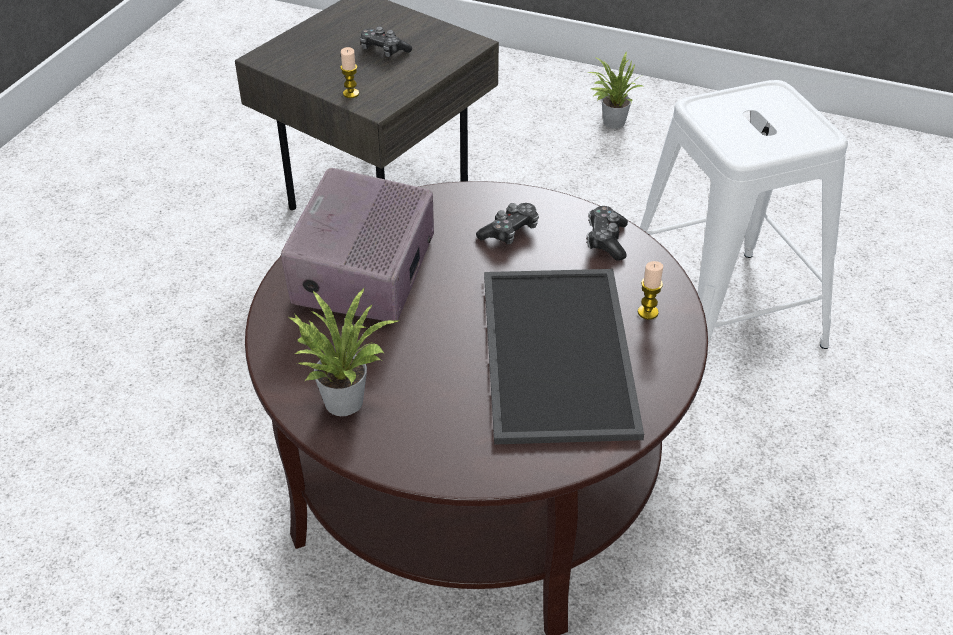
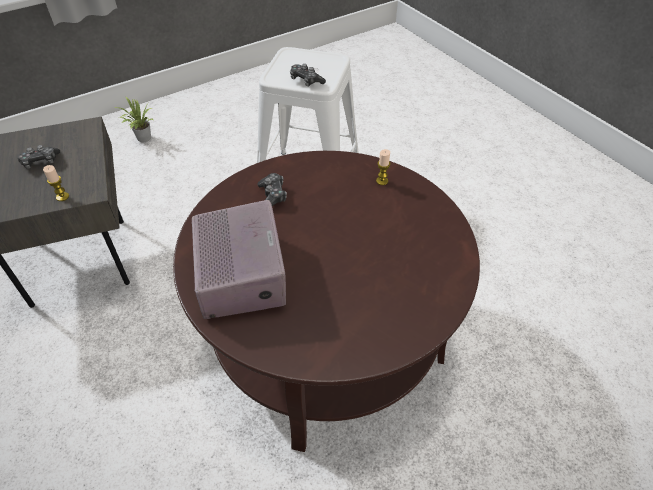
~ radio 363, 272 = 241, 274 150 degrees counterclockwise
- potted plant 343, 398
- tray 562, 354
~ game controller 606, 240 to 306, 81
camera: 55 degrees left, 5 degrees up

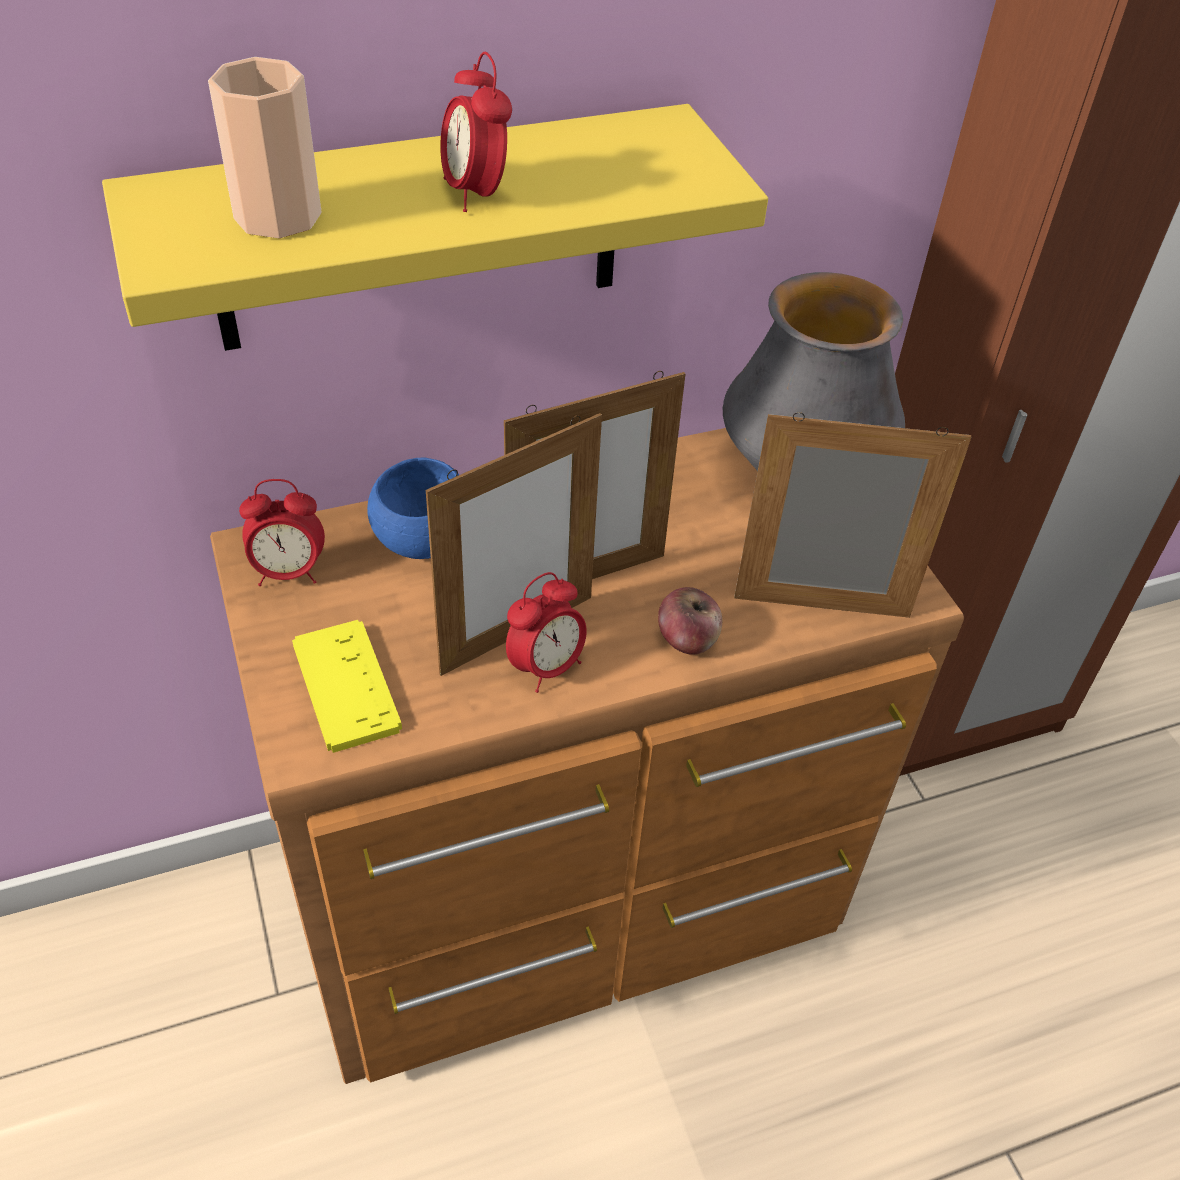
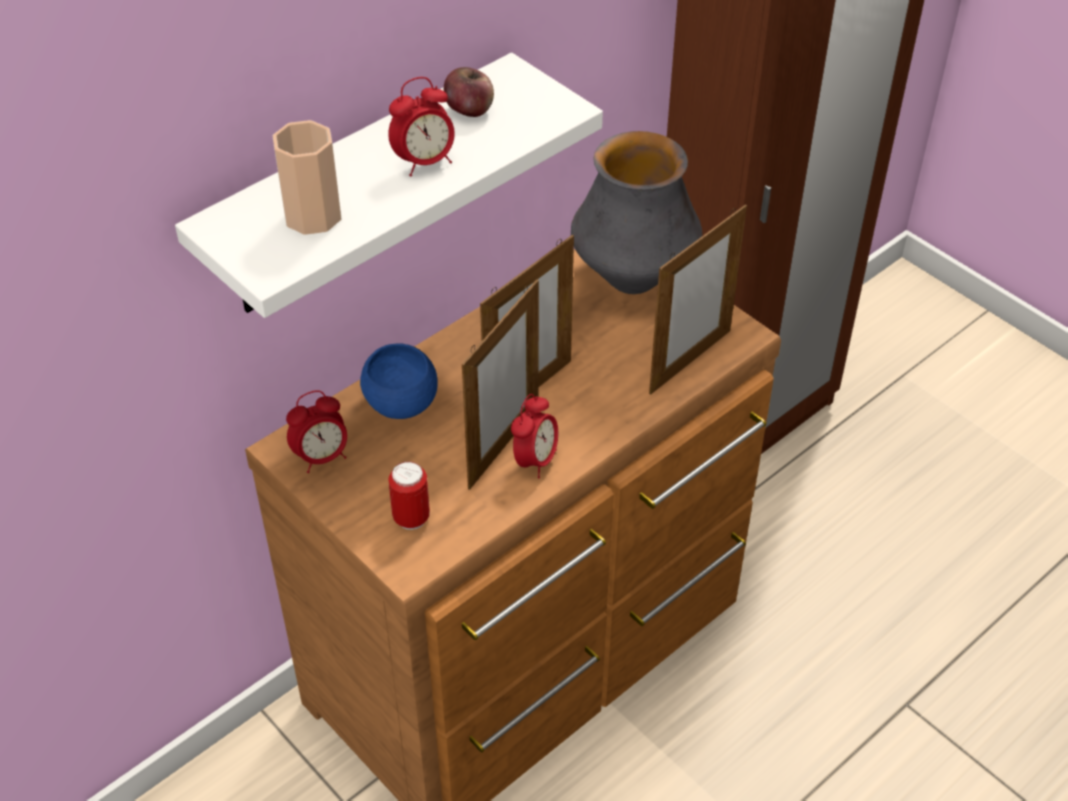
~ shelf/yellow 419, 230 to shelf/white 359, 189
~ game controller/yellow 346, 687 to can 411, 518
~ alarm clock 475, 194 = 424, 162 75 degrees counterclockwise
~ apple 687, 639 to 469, 110
~ picture frame 821, 607 = 690, 361 150 degrees clockwise
camera: 20 degrees left, 0 degrees up

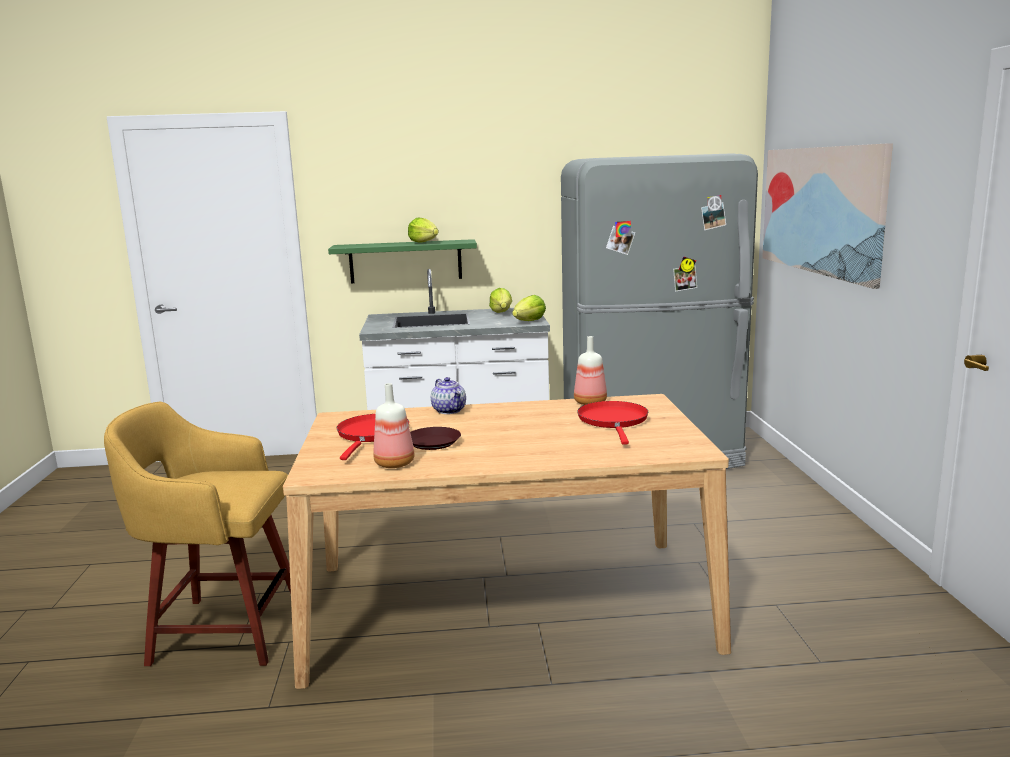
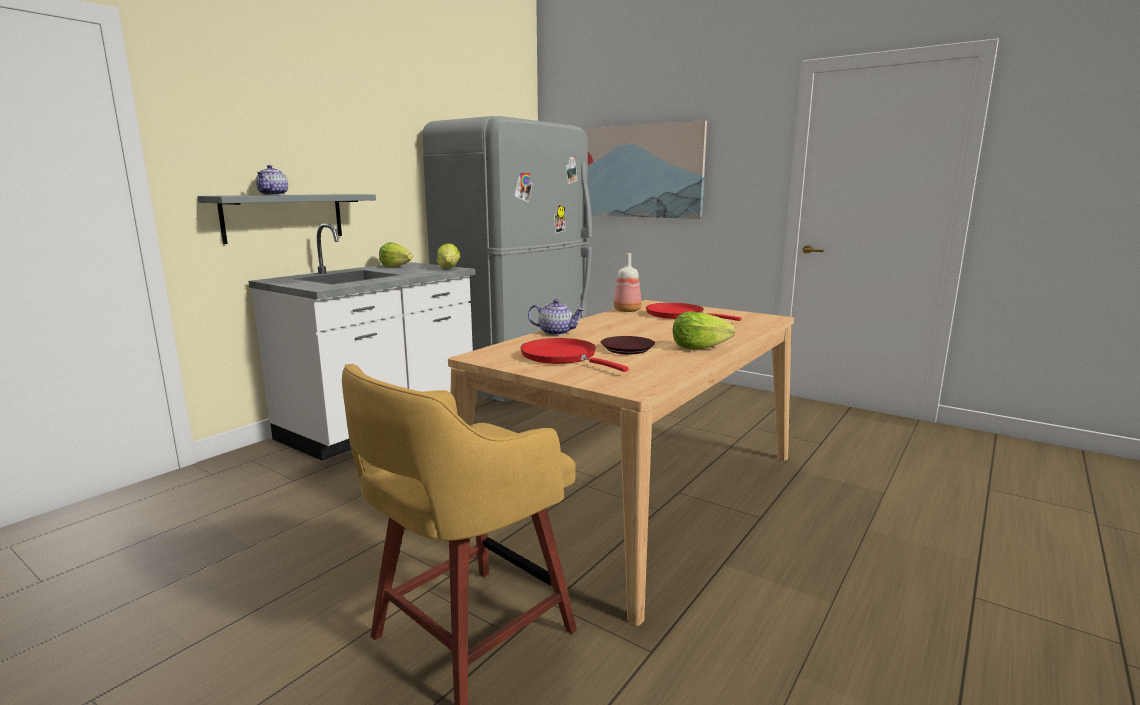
~ shelf/green 405, 261 to shelf/grey 284, 217
- bottle 395, 463
~ lettuce 424, 242 to 698, 348
+ teapot 273, 194
camera: 50 degrees left, 0 degrees up

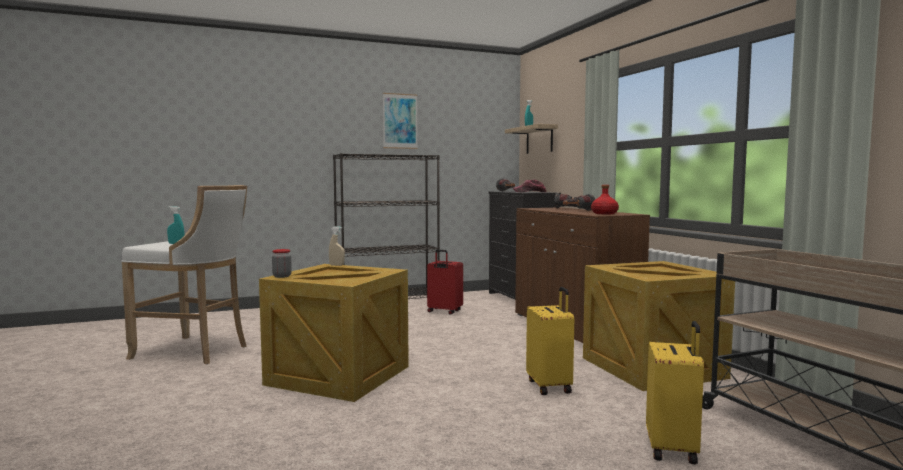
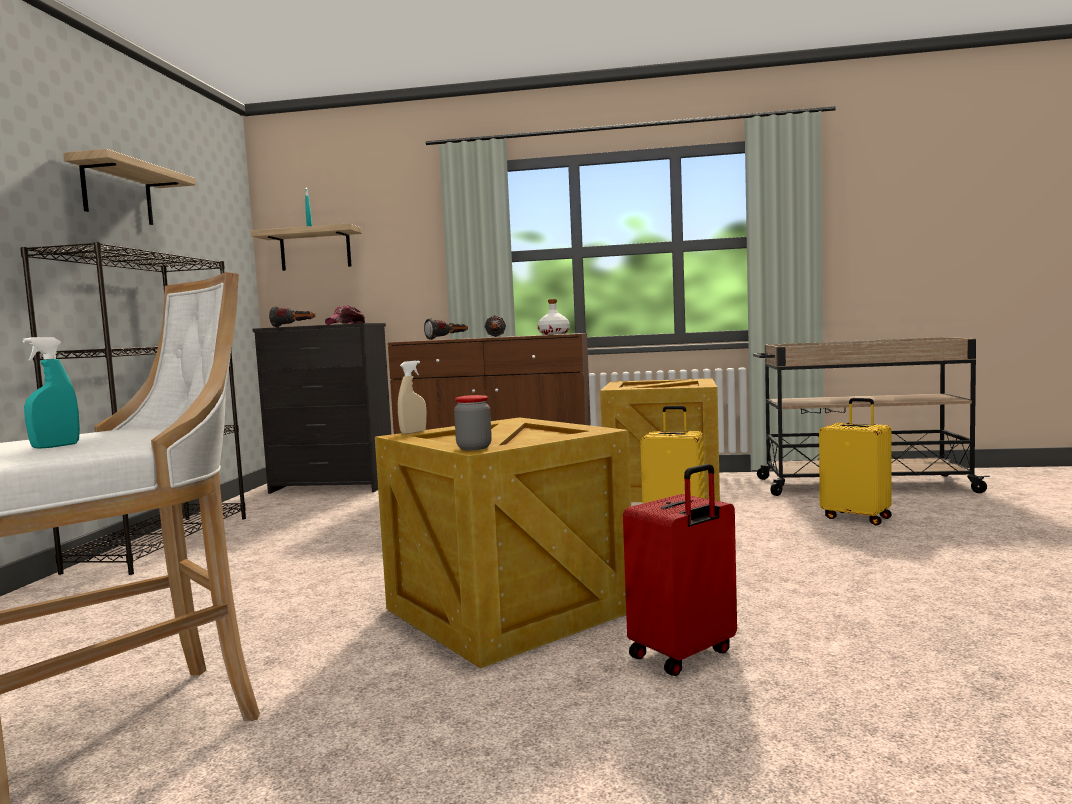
~ picture 400, 121 to shelf 117, 193
~ suitcase/red 444, 312 to 684, 654
~ bottle/red 604, 213 to bottle/white 553, 334
camera: 60 degrees left, 0 degrees up

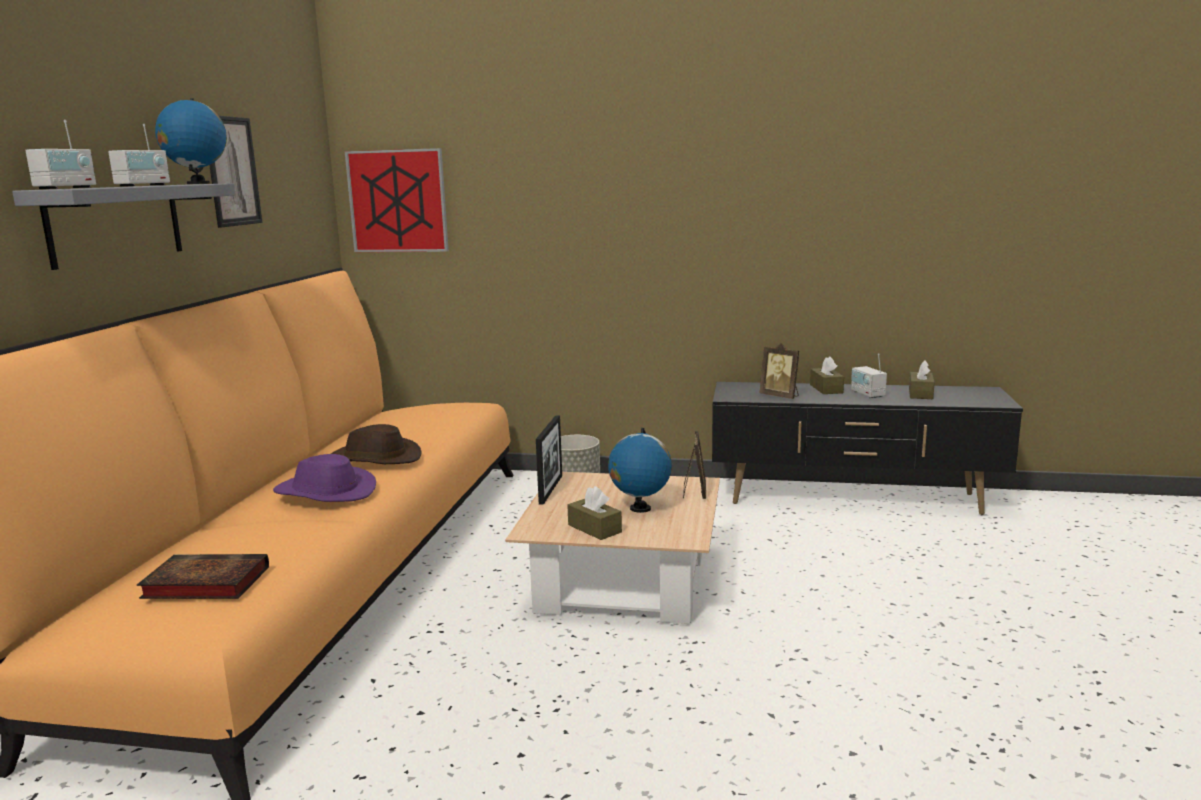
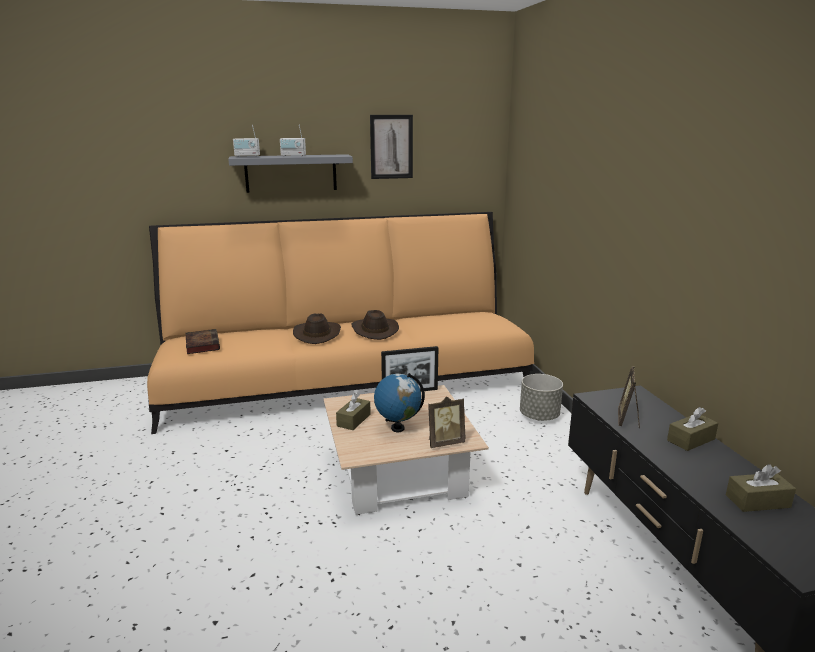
- globe 198, 183
~ hat/purple 325, 492 to hat/brown 317, 334
- picture 398, 201
- radio 867, 394
camera: 65 degrees right, 5 degrees up

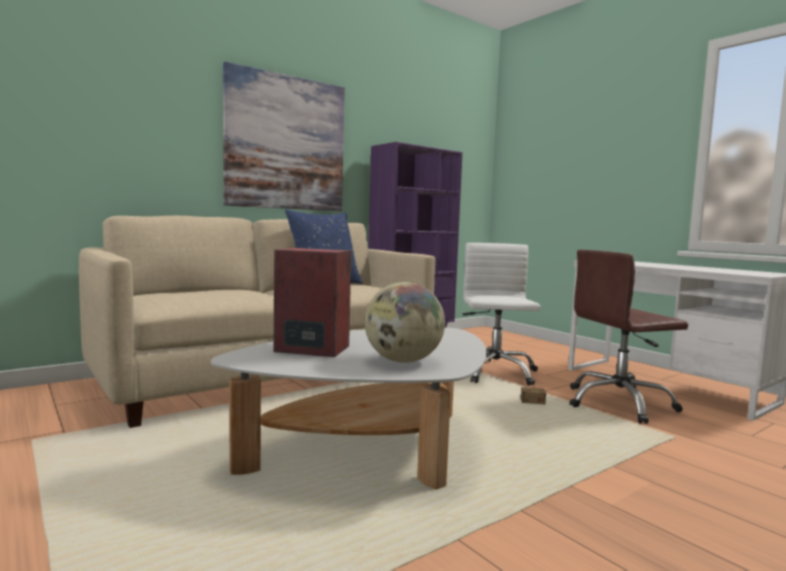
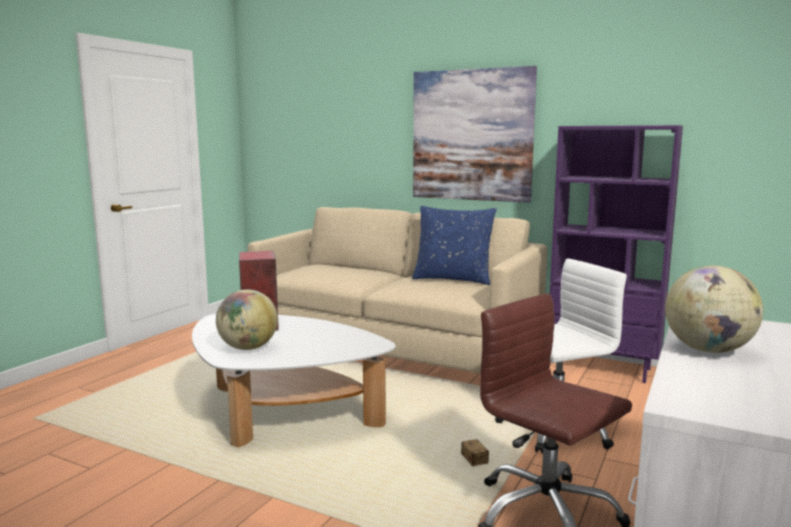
+ globe 708, 350
camera: 65 degrees right, 5 degrees up

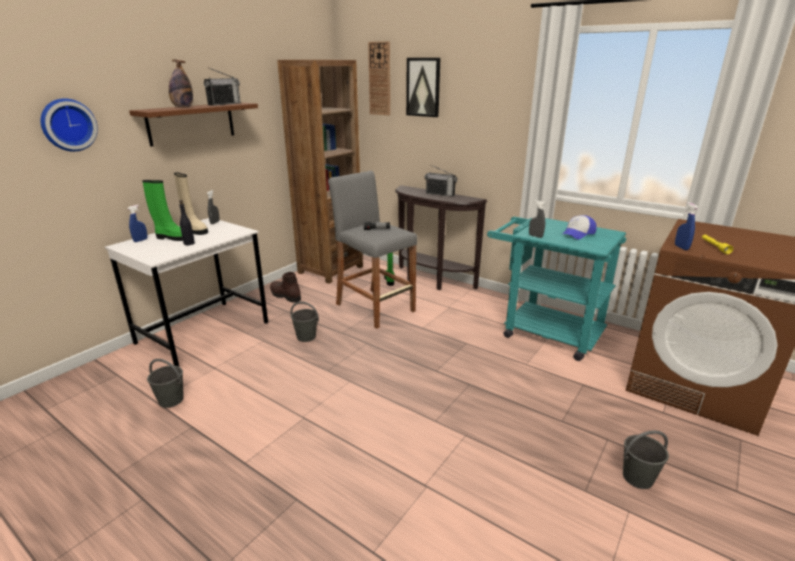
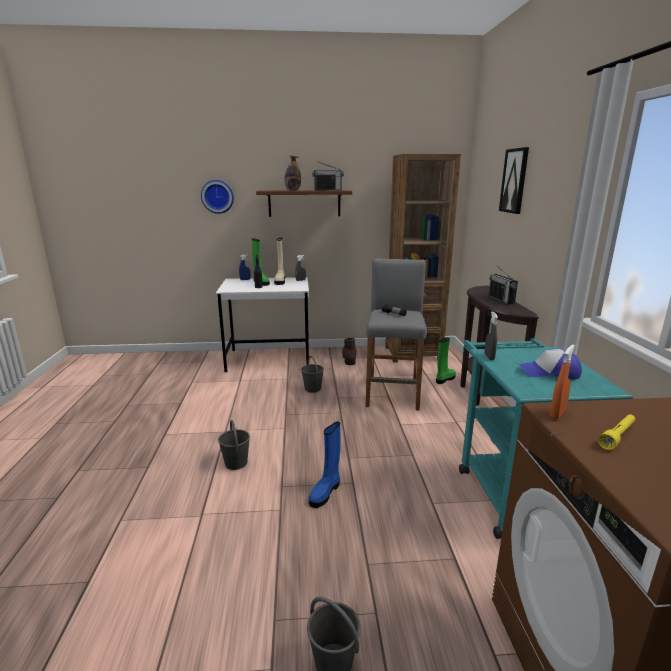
~ bucket/grey 171, 400 to 236, 463
- wall clock 380, 79
~ spray bottle/blue 681, 247 to spray bottle/orange 557, 414
+ boot/blue 325, 492
camera: 50 degrees right, 5 degrees down

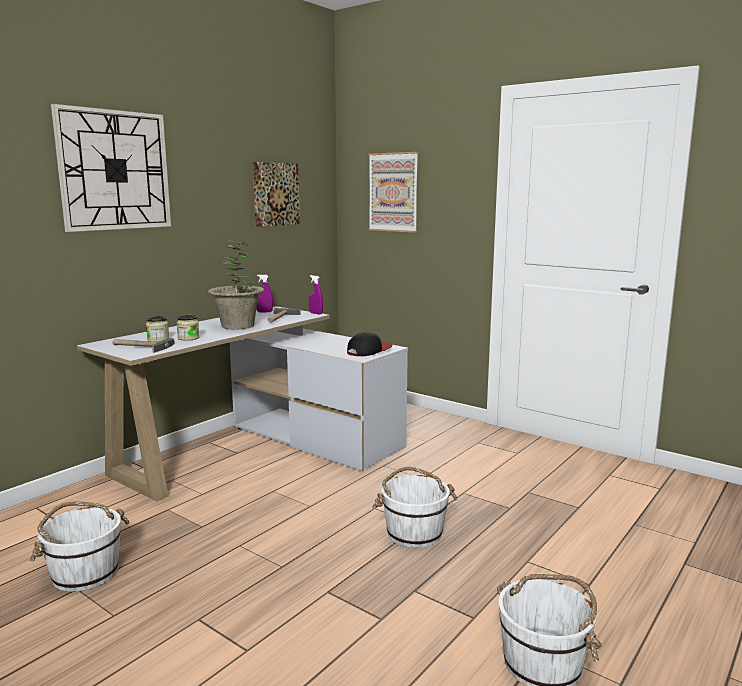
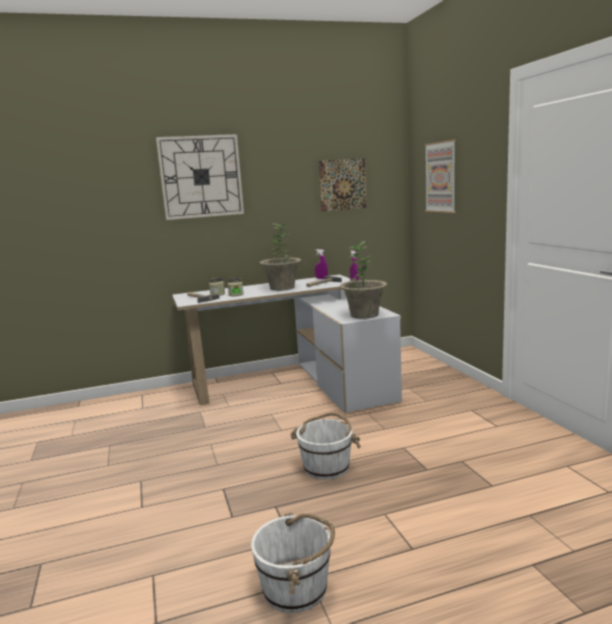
- bucket/white 85, 572
~ cap 369, 350 to potted plant 364, 315
camera: 35 degrees right, 0 degrees up

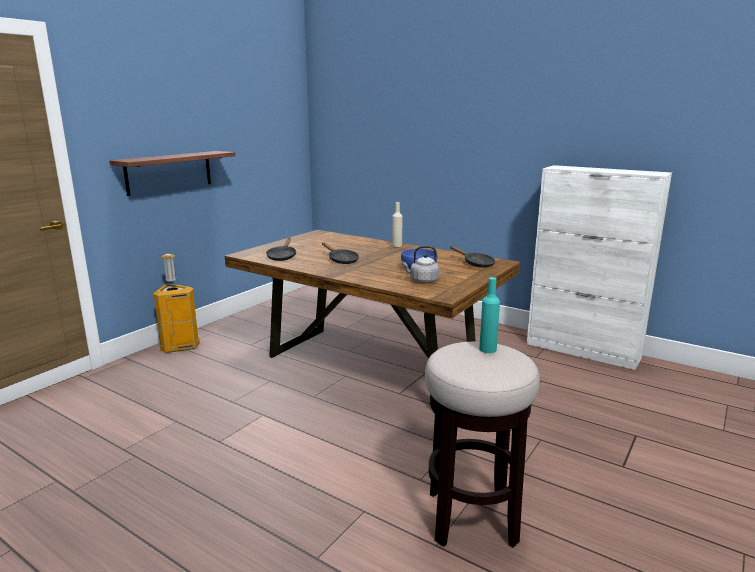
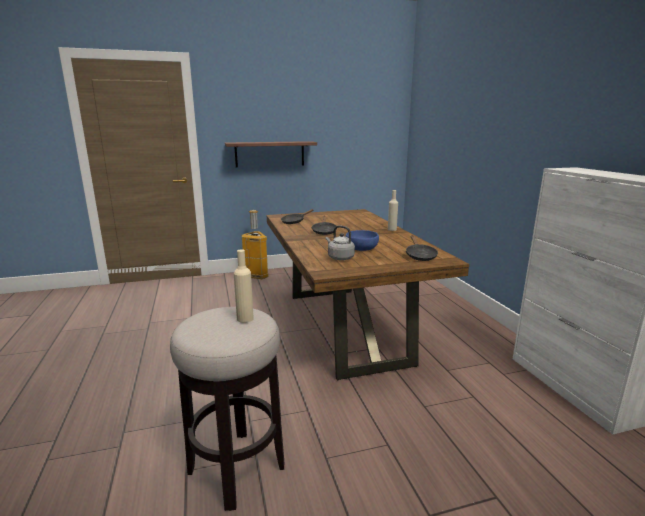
~ bottle/turquoise 487, 349 to bottle/beige 245, 319
camera: 40 degrees right, 0 degrees up

